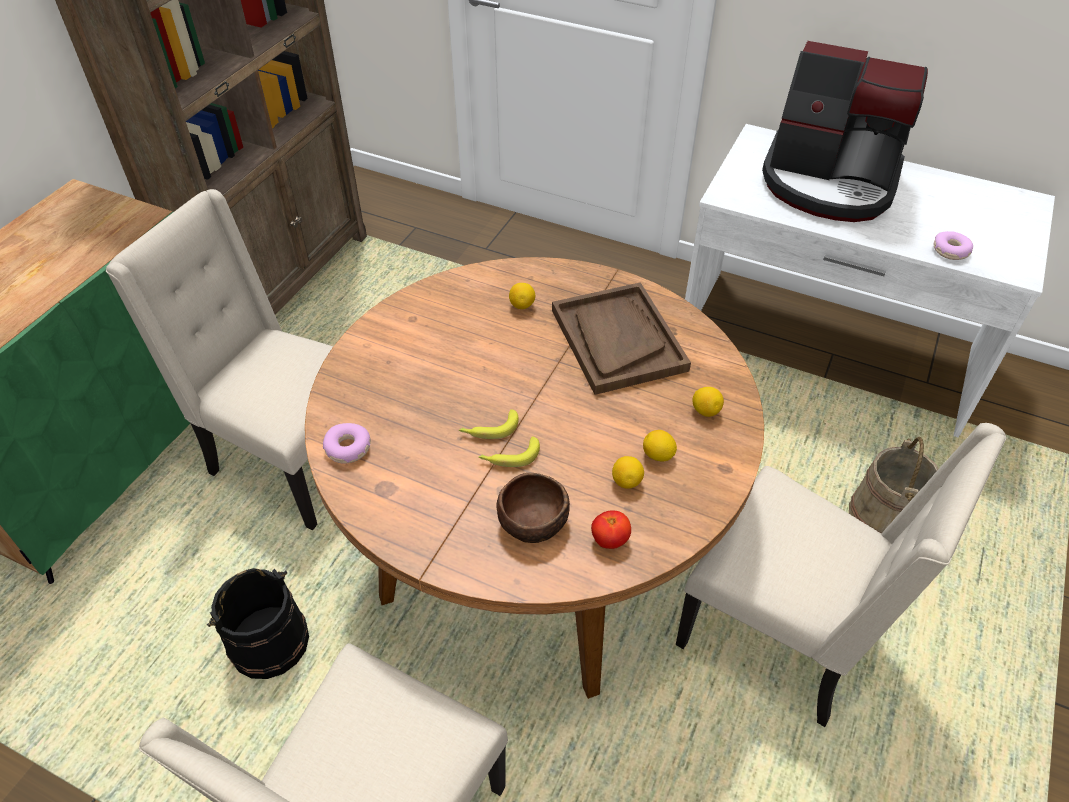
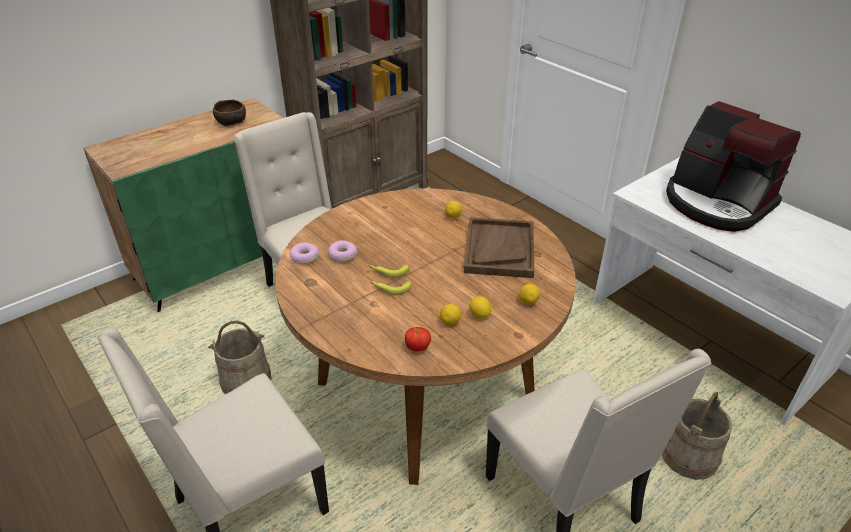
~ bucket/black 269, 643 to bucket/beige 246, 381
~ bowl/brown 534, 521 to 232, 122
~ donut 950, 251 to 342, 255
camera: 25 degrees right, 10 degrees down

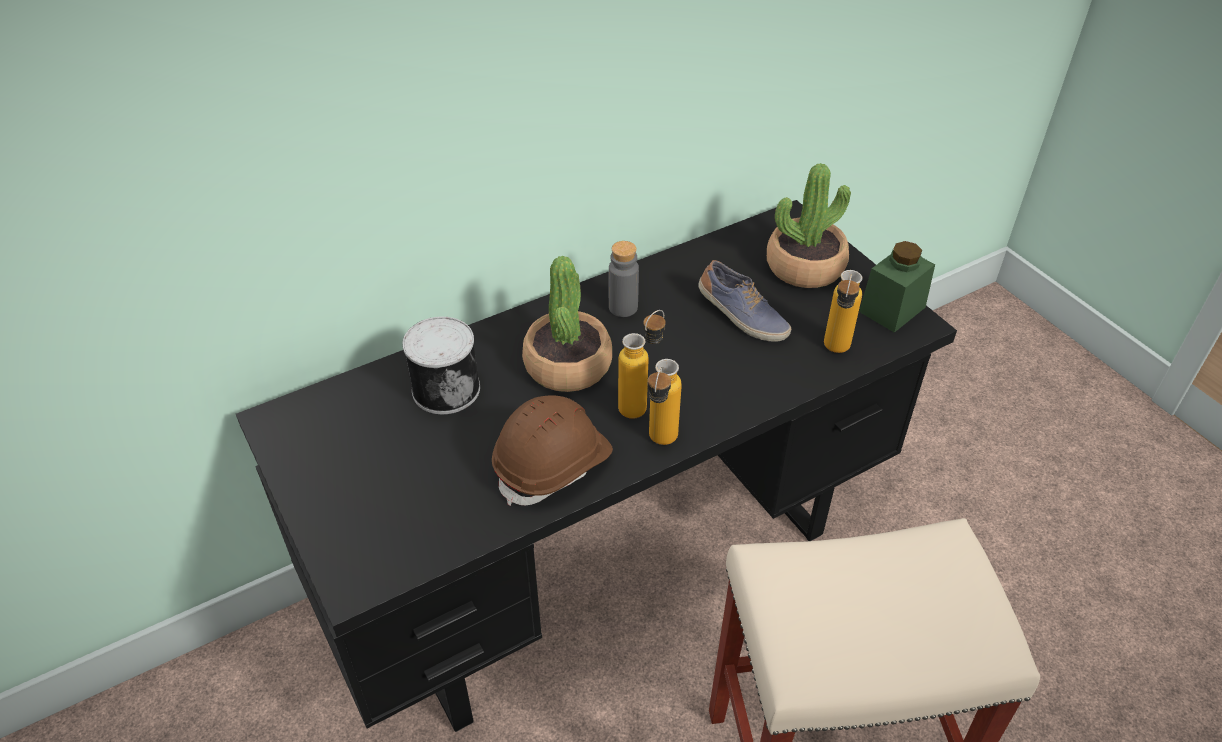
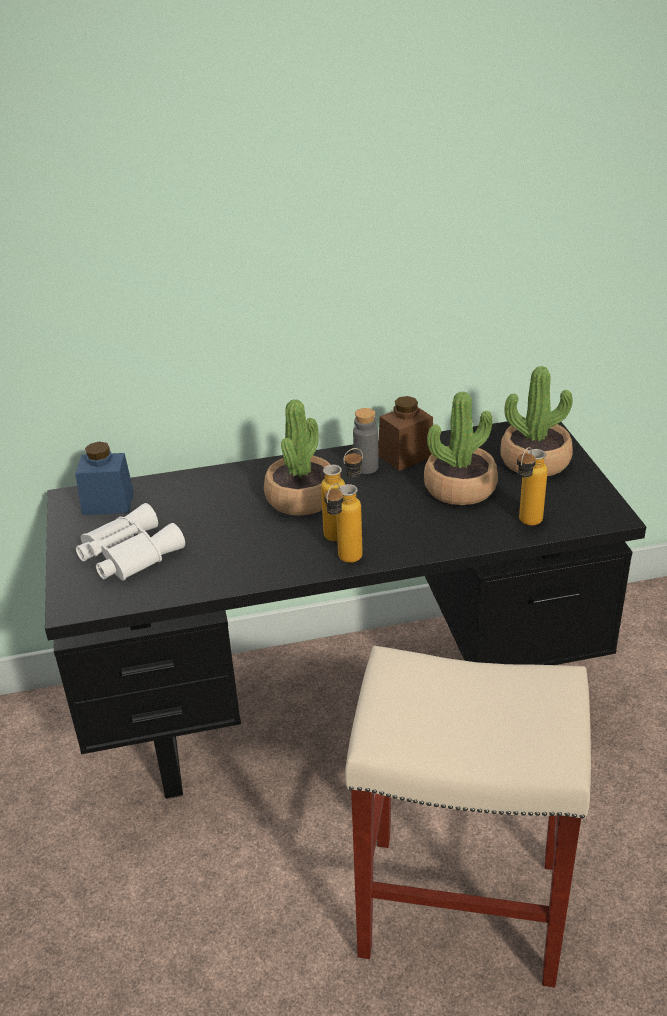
- can 445, 388
- hard hat/brown 553, 465
~ shoe 741, 317 to potted plant 460, 488
- jar/green 892, 309
+ jar/blue 108, 503
+ binoculars/white 127, 553
+ jar/brown 406, 456
camera: 20 degrees right, 10 degrees down

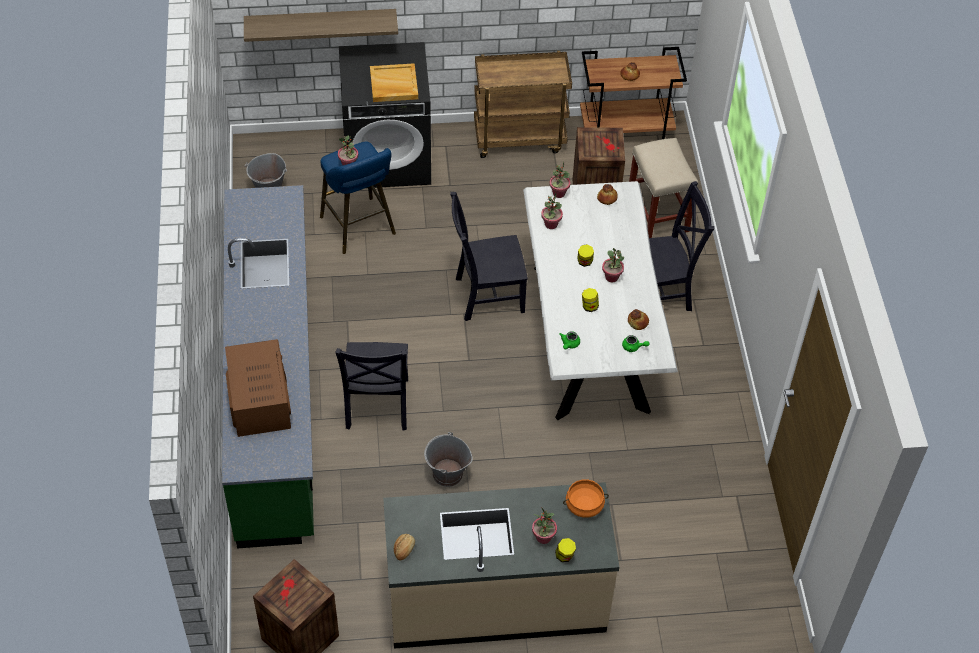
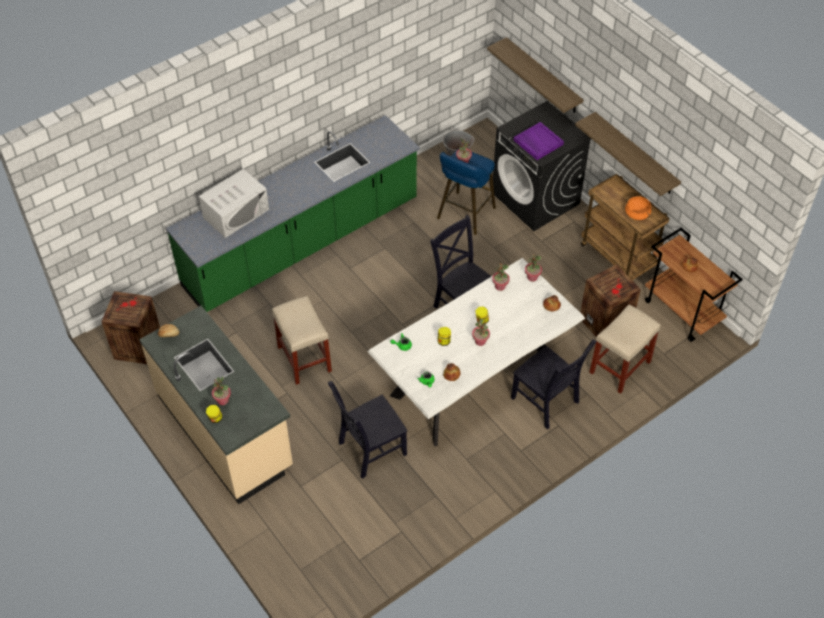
~ microwave/brown 259, 400 to microwave/white 236, 213
~ chair/black 377, 406 to 369, 450
~ tray/beige 393, 85 to tray/purple 537, 142
~ bucket/grey 447, 474 to stool/beige 303, 358
~ cooking pot/orange 584, 505 to 636, 214
+ shelf 635, 154
camera: 60 degrees right, 0 degrees up

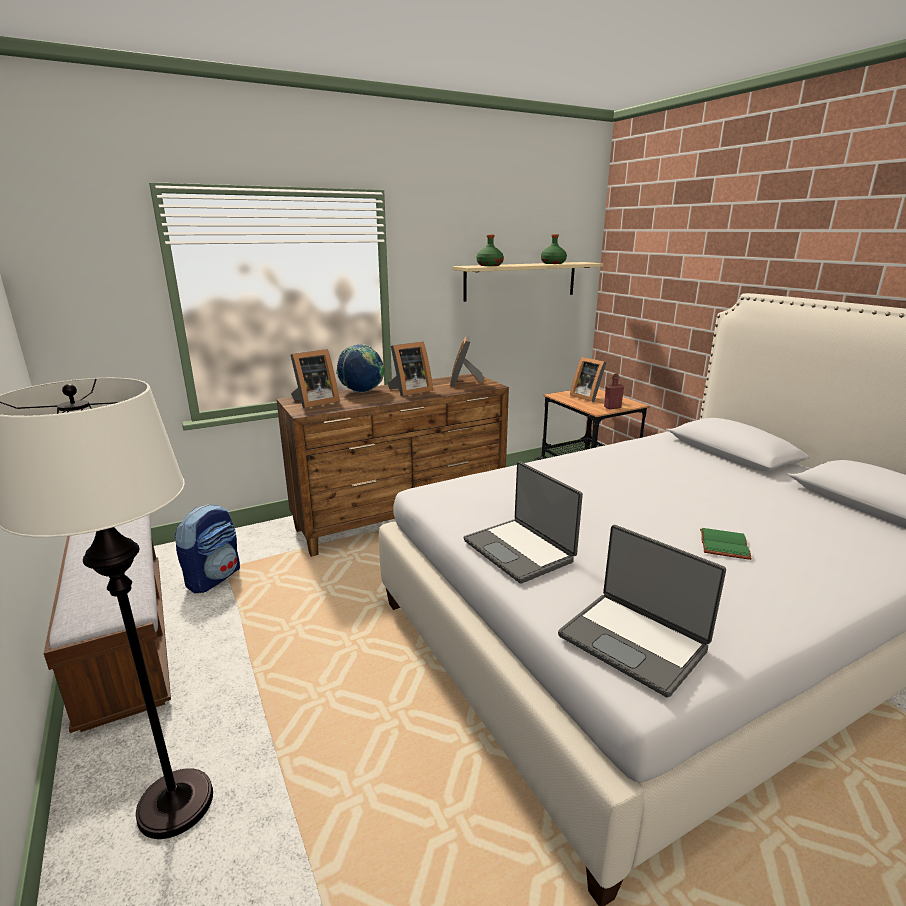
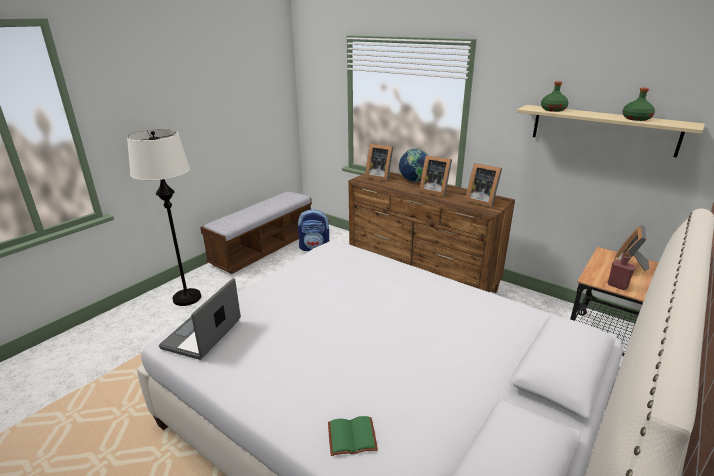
~ picture frame 464, 382 = 481, 201 120 degrees counterclockwise
- laptop 520, 550
~ book/green 725, 546 to 351, 438
camera: 65 degrees right, 5 degrees up

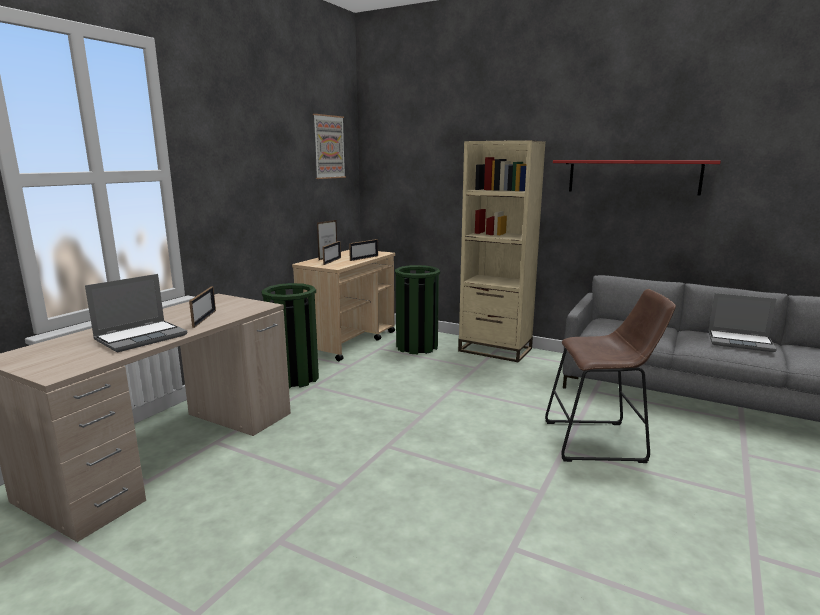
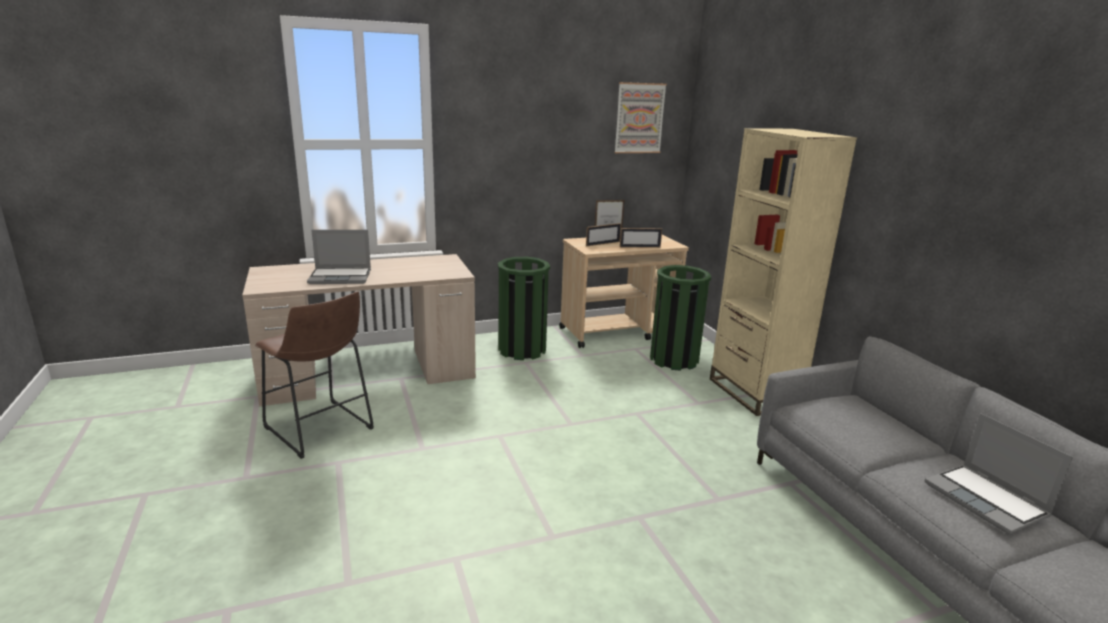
- picture frame 204, 319
~ stool/brown 600, 442 to 321, 430
- shelf/red 633, 176
camera: 40 degrees right, 5 degrees up

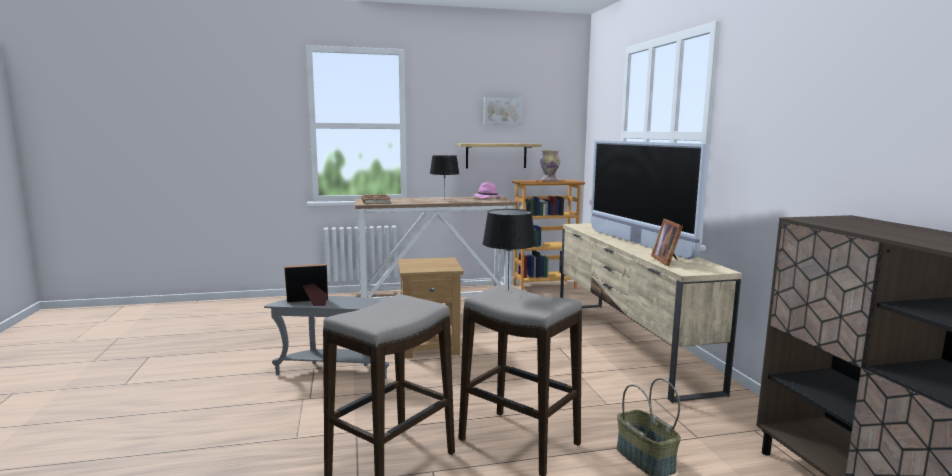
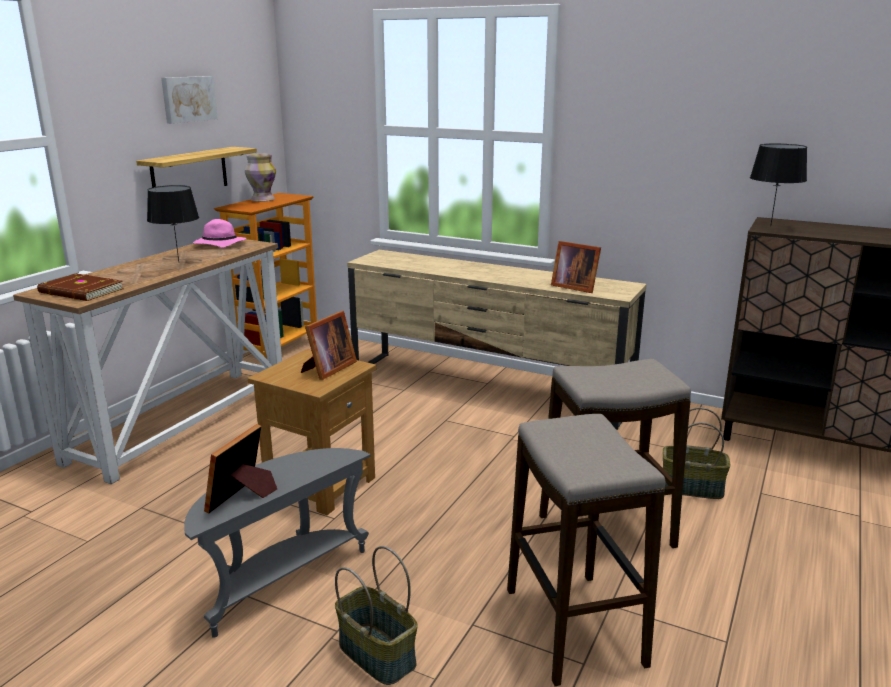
~ table lamp/black 507, 290 to 770, 226
- television 637, 243
+ picture frame 328, 369
+ basket 378, 654
camera: 50 degrees left, 10 degrees up

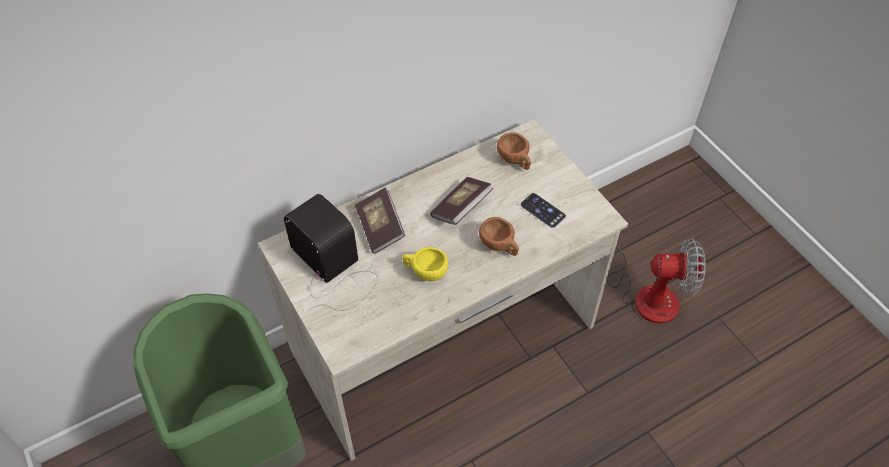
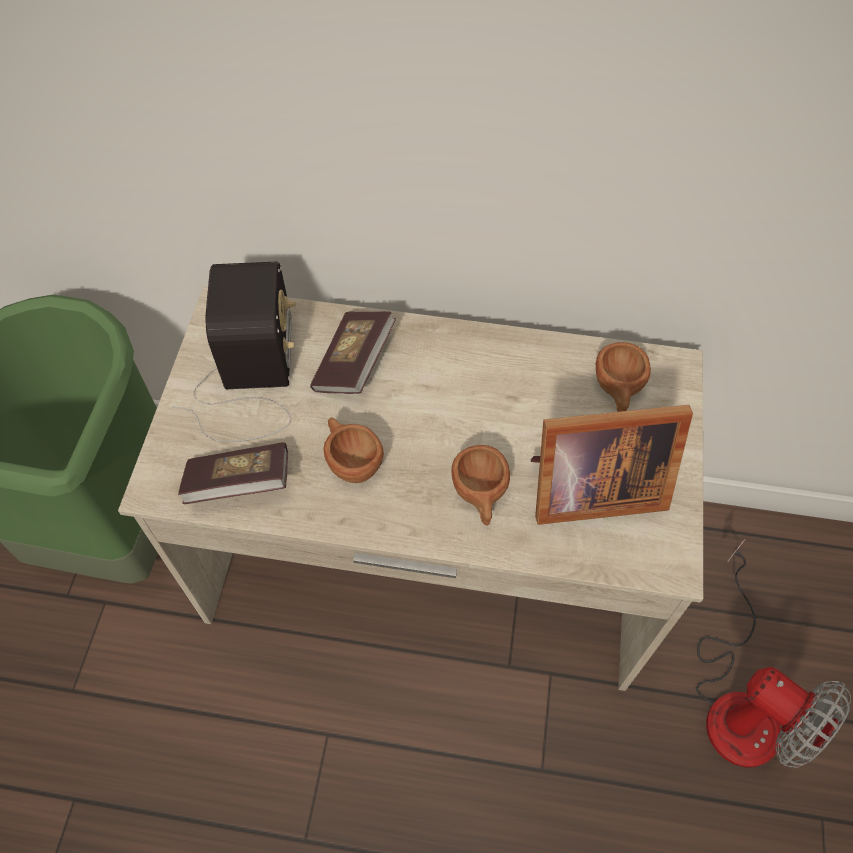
~ cup/yellow 425, 272 to cup/brown 351, 460
~ book 461, 208 to 239, 483
~ phone 543, 210 to picture frame 589, 489
camera: 40 degrees right, 5 degrees up

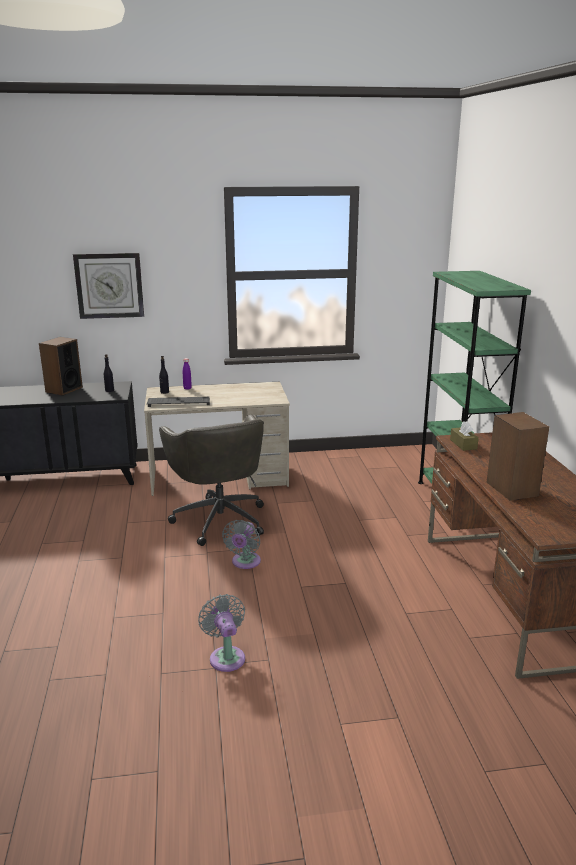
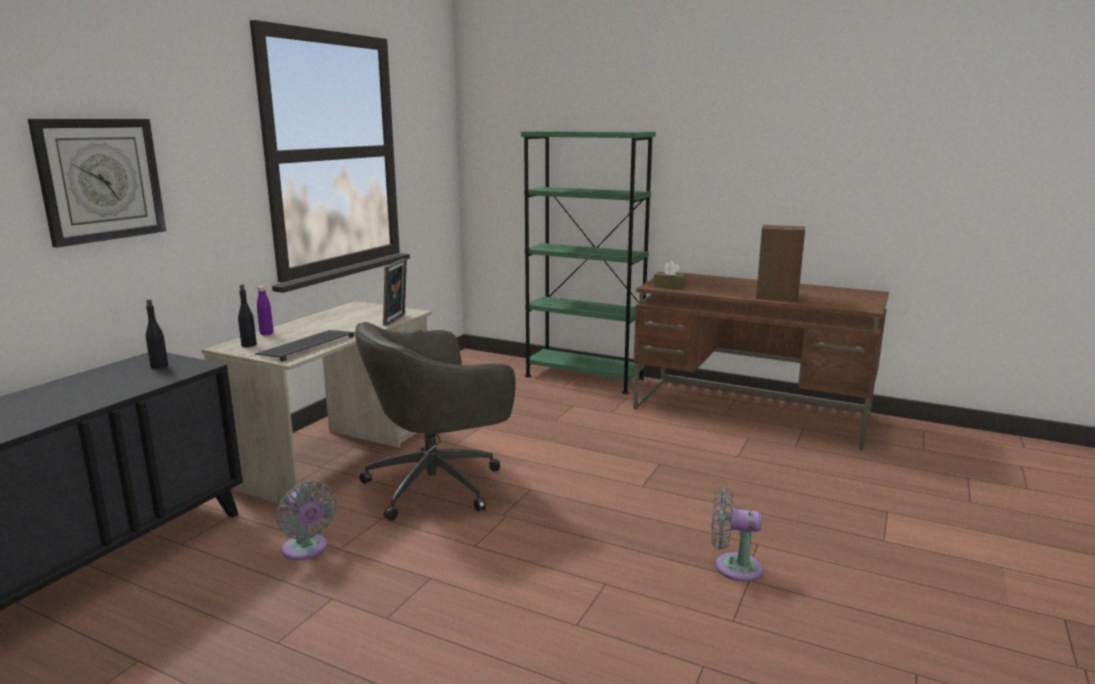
- speaker 64, 389
~ office chair/grey 219, 519 = 437, 485 135 degrees clockwise
~ fan/grey 245, 562 to 306, 550
+ picture frame 396, 320
camera: 55 degrees left, 5 degrees down

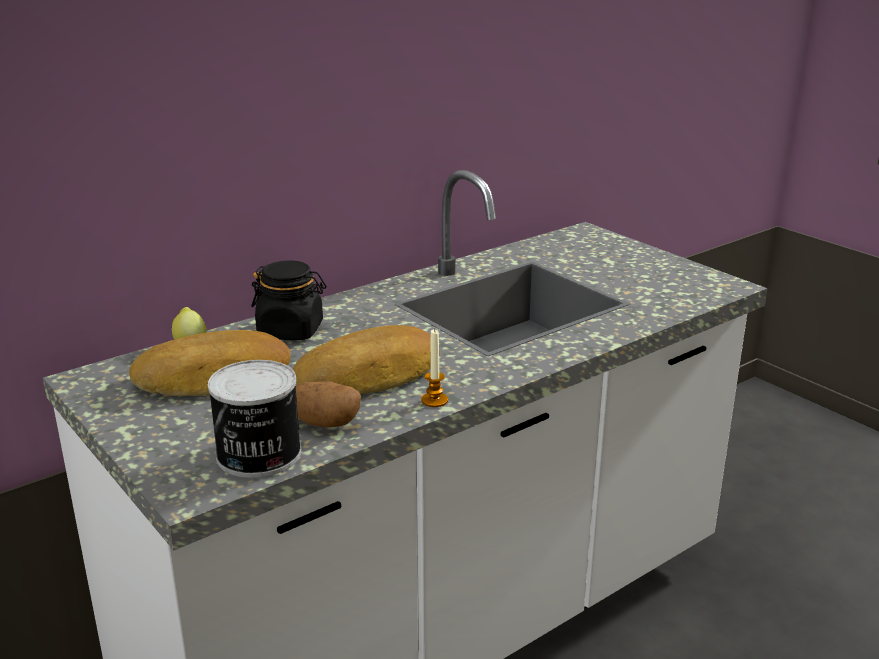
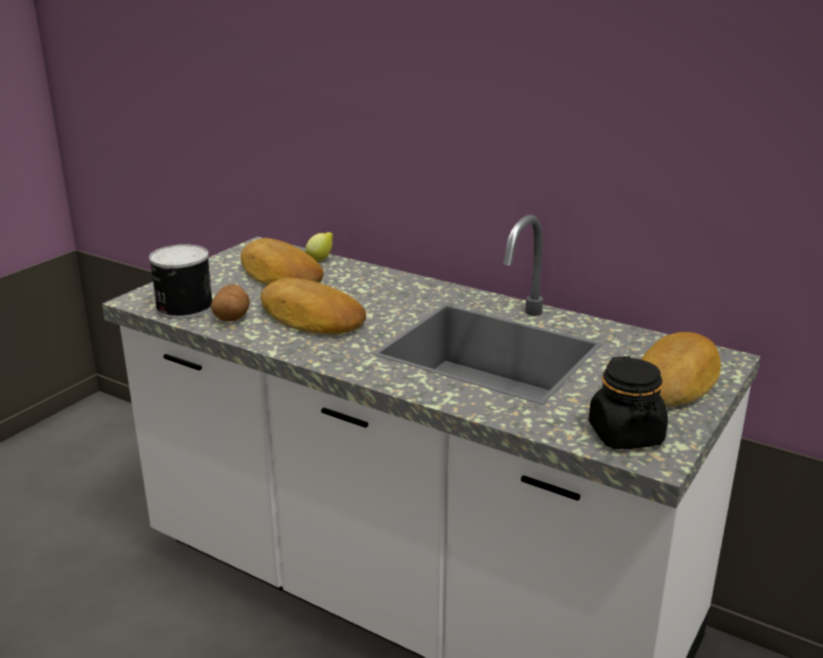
~ jar/black 291, 330 to 626, 435
- candle 434, 400
+ bread 675, 381
camera: 70 degrees right, 0 degrees up

